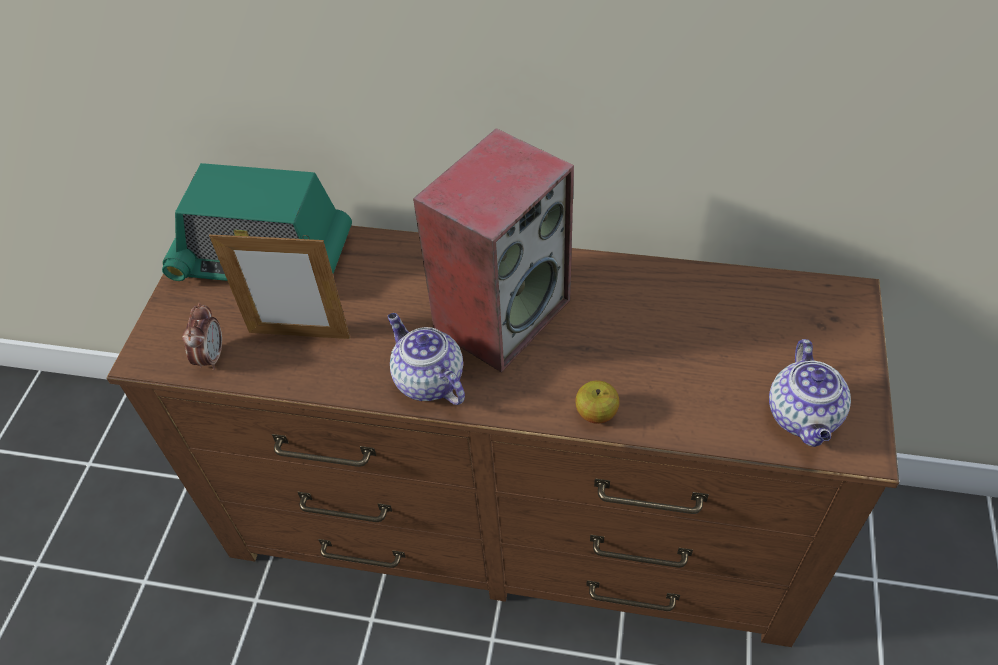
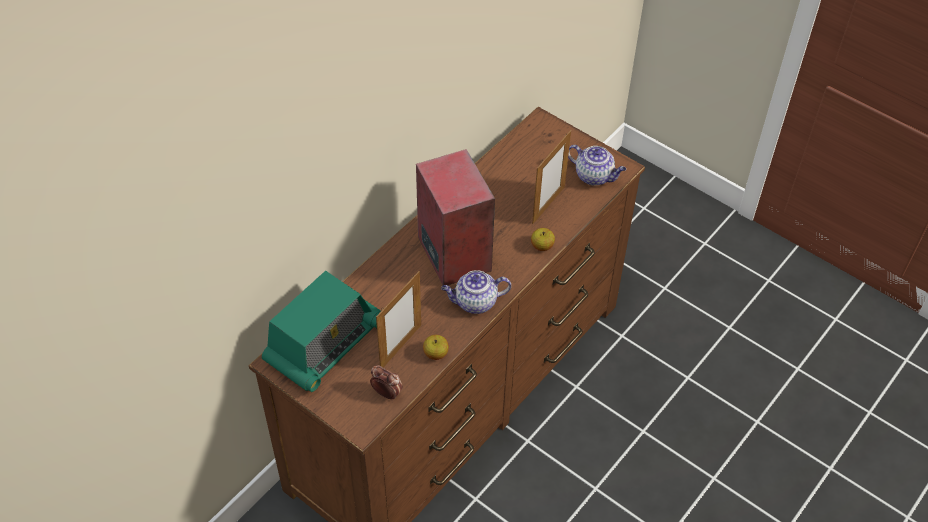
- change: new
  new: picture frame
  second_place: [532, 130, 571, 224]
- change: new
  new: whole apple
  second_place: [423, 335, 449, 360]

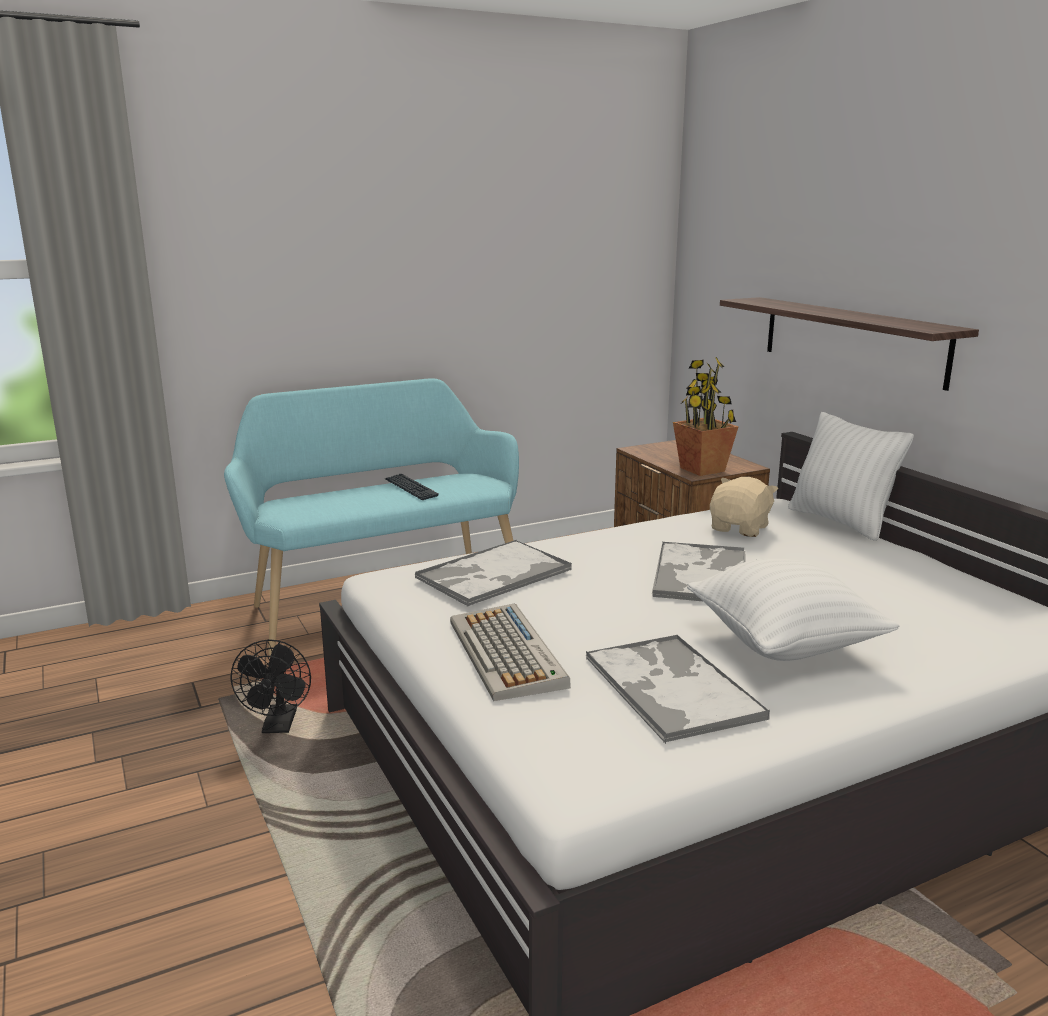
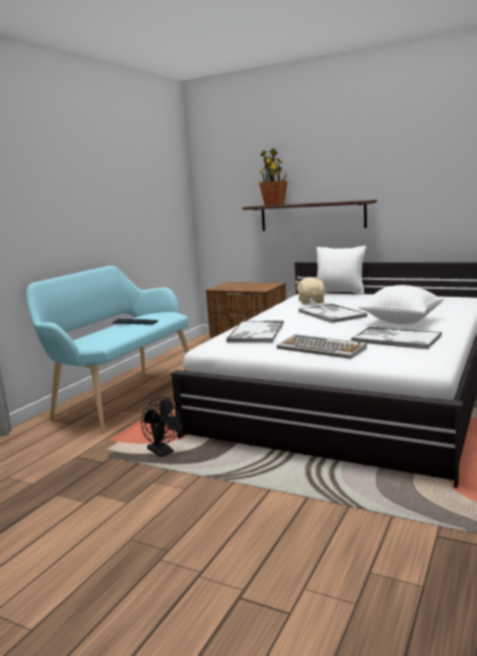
- change: shifted
  old: plant in a pot
  first_place: [673, 357, 739, 476]
  second_place: [259, 148, 288, 206]

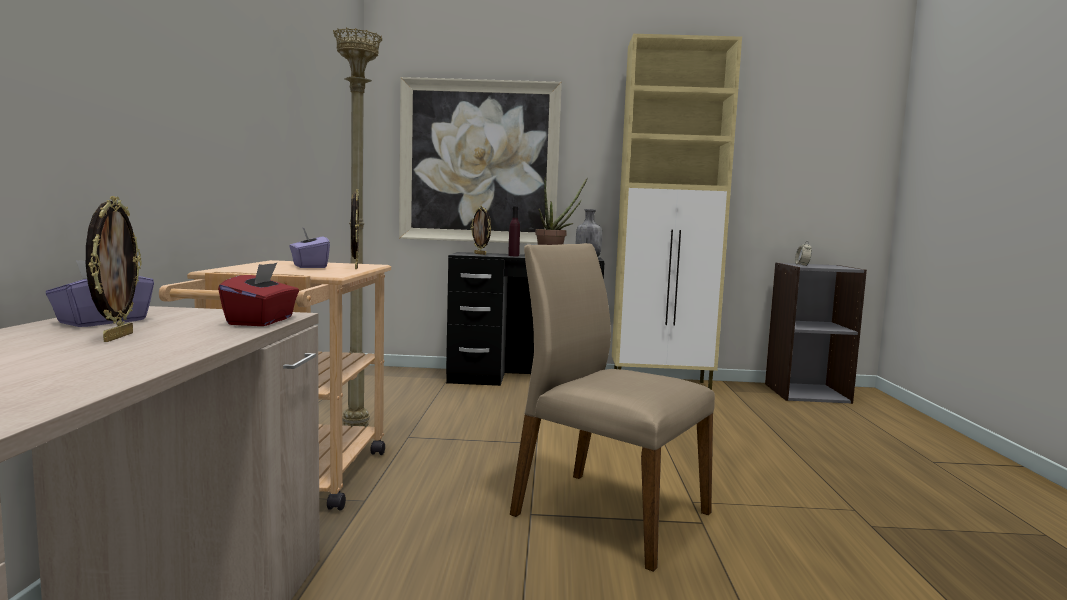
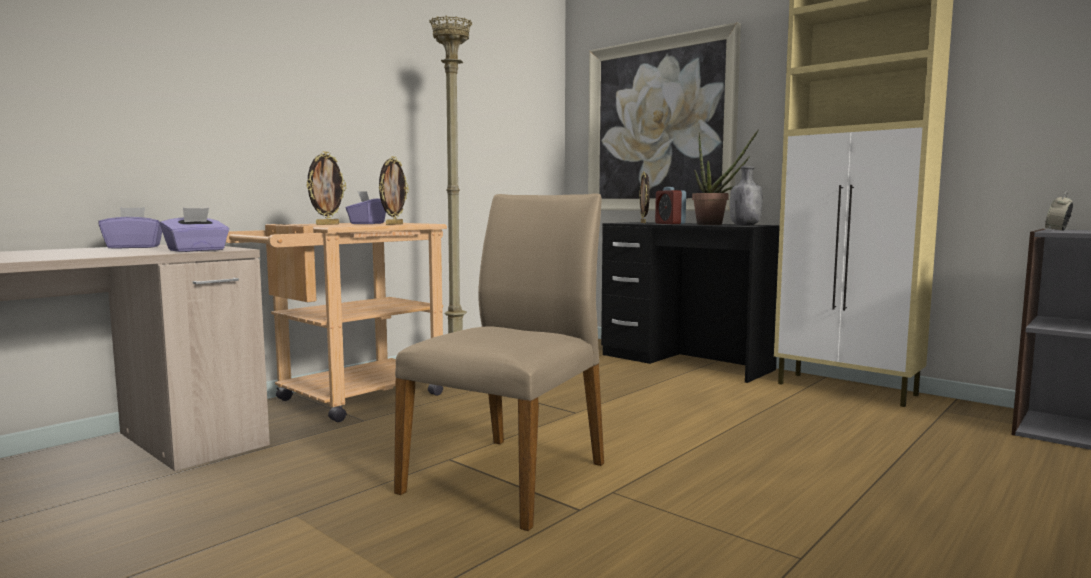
- change: shifted
  old: picture frame
  first_place: [86, 196, 142, 342]
  second_place: [306, 151, 346, 225]
- change: swapped
  old: beverage bottle/purplish
  new: bedside clock
  first_place: [508, 207, 520, 256]
  second_place: [655, 187, 686, 224]
- change: rotated
  old: plain chair/sand-coloured
  first_place: [510, 243, 715, 572]
  second_place: [394, 193, 604, 531]
  degrees: 45
- change: repainted
  old: tissue holder/red-coloured
  new: tissue holder/purplish
  first_place: [218, 263, 299, 326]
  second_place: [160, 208, 229, 252]

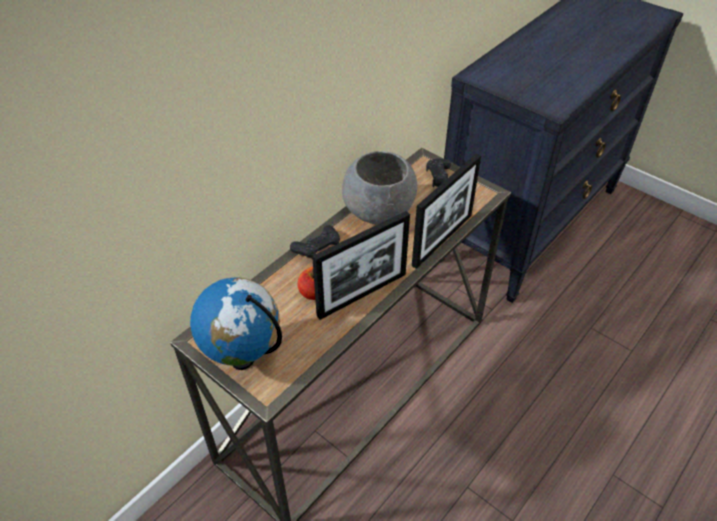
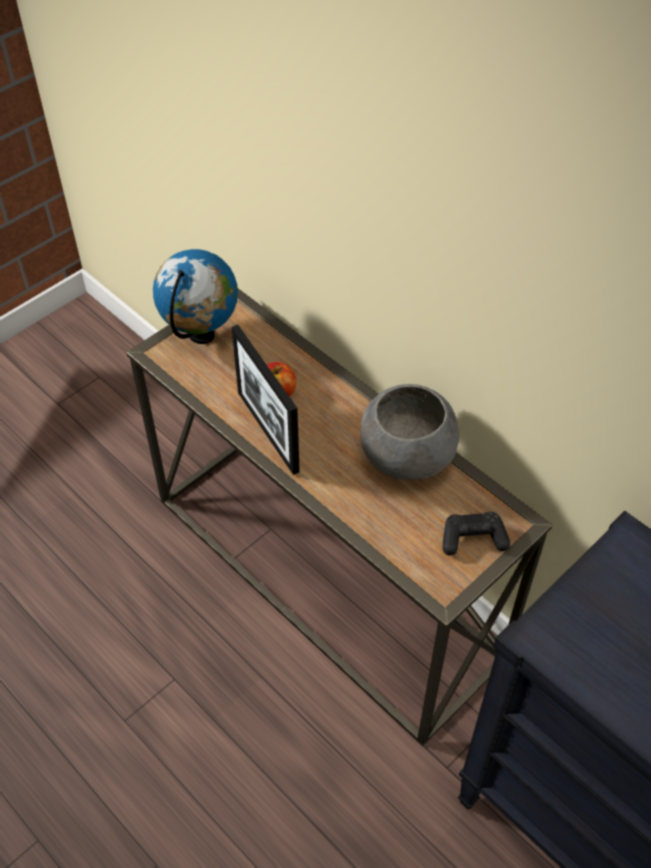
- change: gone
  old: picture frame
  first_place: [412, 153, 481, 269]
- change: gone
  old: gamepad/black-coloured
  first_place: [290, 225, 340, 258]

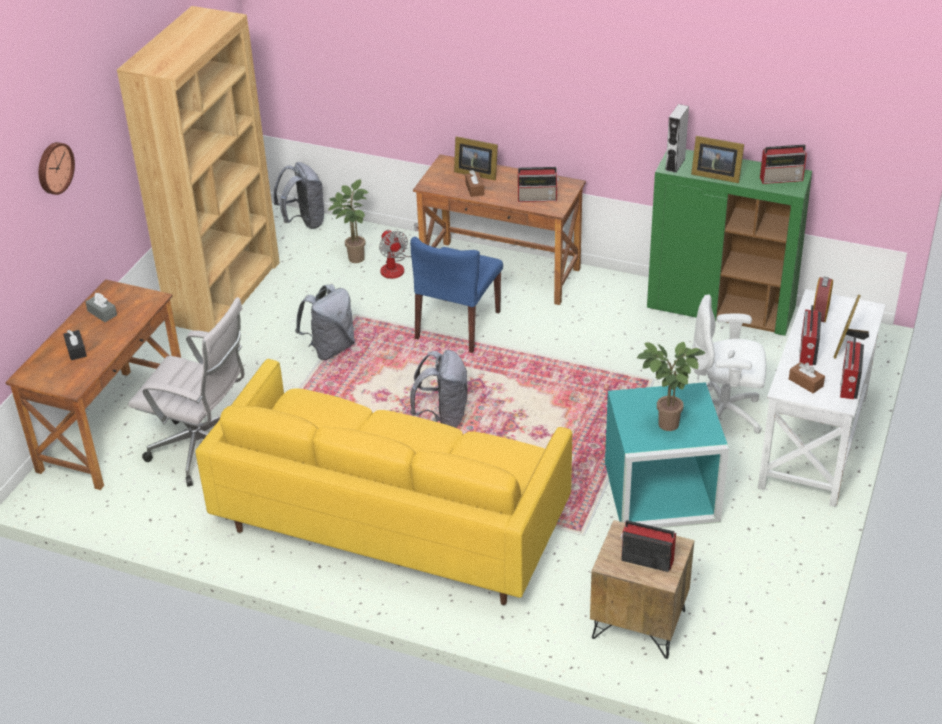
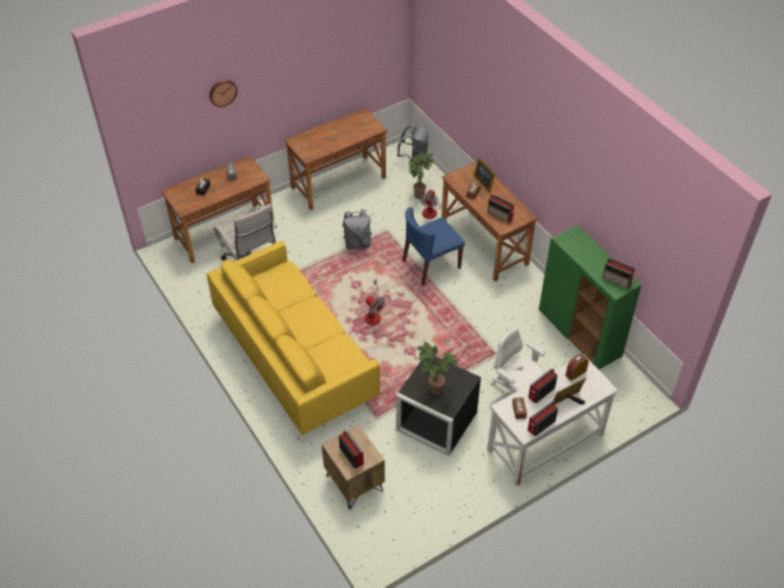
- change: swapped
  old: bookshelf/brown-coloured
  new: desk/brown-coloured
  first_place: [117, 6, 280, 332]
  second_place: [284, 108, 388, 211]
- change: gone
  old: speaker/gray
  first_place: [665, 104, 689, 173]
- change: gone
  old: picture frame
  first_place: [691, 136, 744, 183]
- change: swapped
  old: backpack/gray
  new: electric fan
  first_place: [410, 350, 468, 428]
  second_place: [364, 279, 385, 325]
- change: repainted
  old: storage bin/turquoise-coloured
  new: storage bin/black-coloured
  first_place: [605, 382, 729, 528]
  second_place: [396, 357, 481, 456]

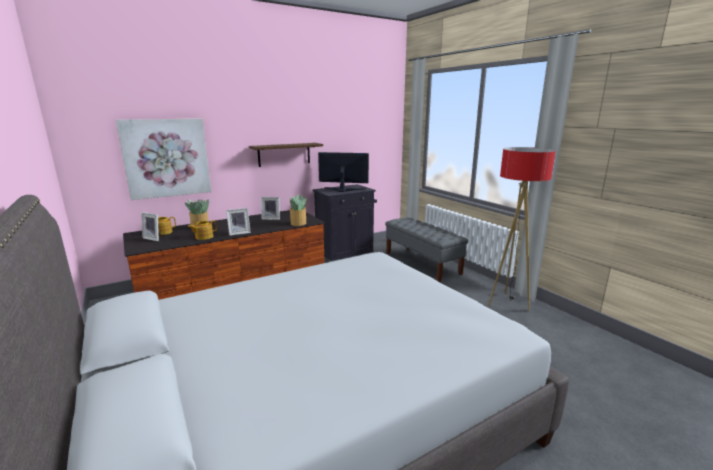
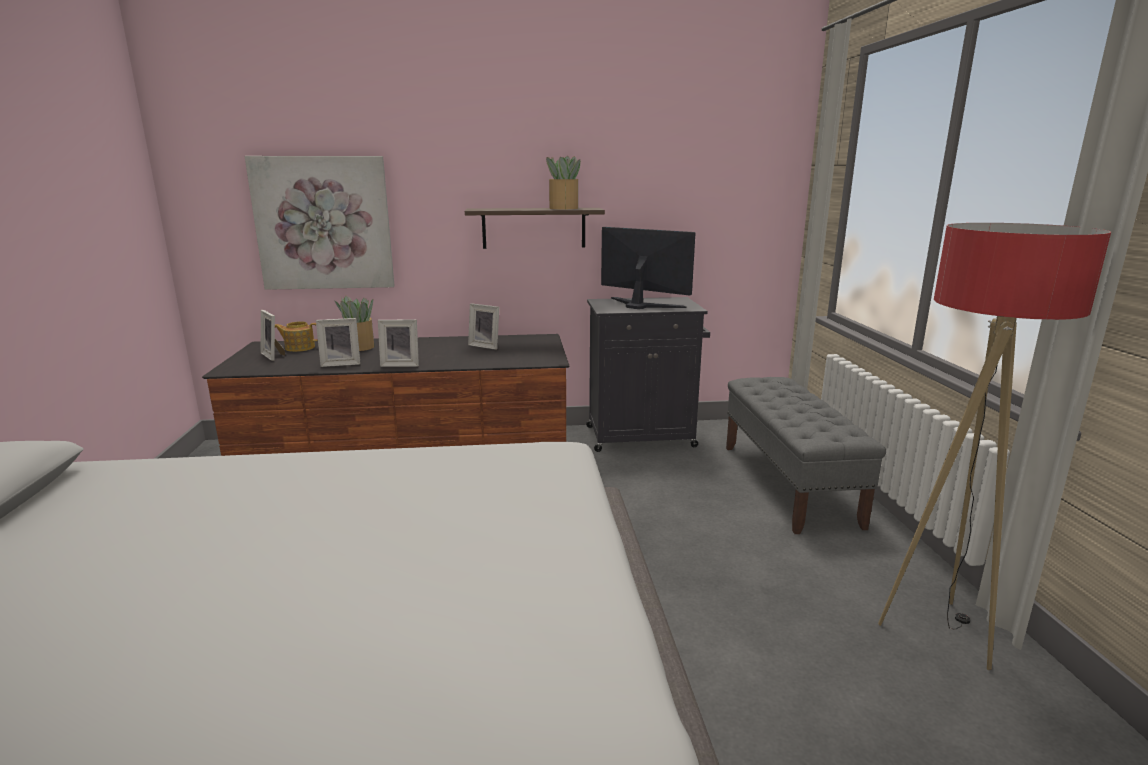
- change: shifted
  old: plant in a pot
  first_place: [290, 195, 307, 226]
  second_place: [546, 156, 580, 209]
- change: swapped
  old: tea pot
  new: picture frame
  first_place: [188, 220, 217, 240]
  second_place: [316, 318, 361, 367]

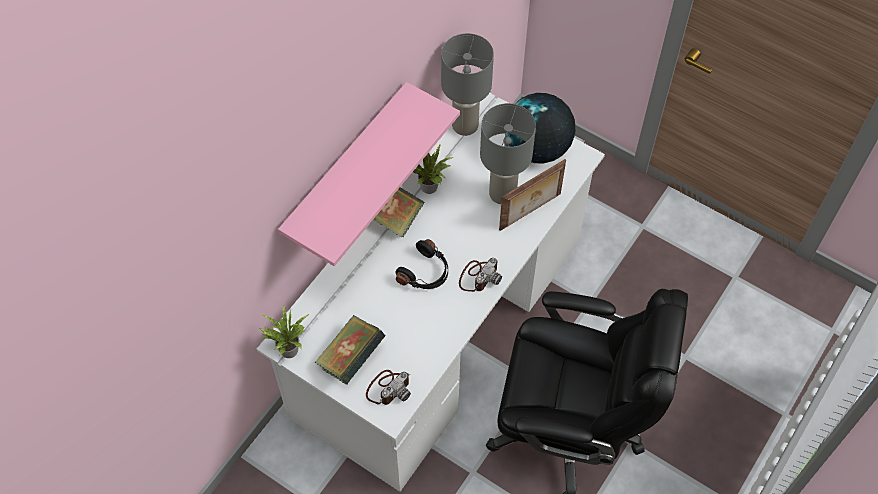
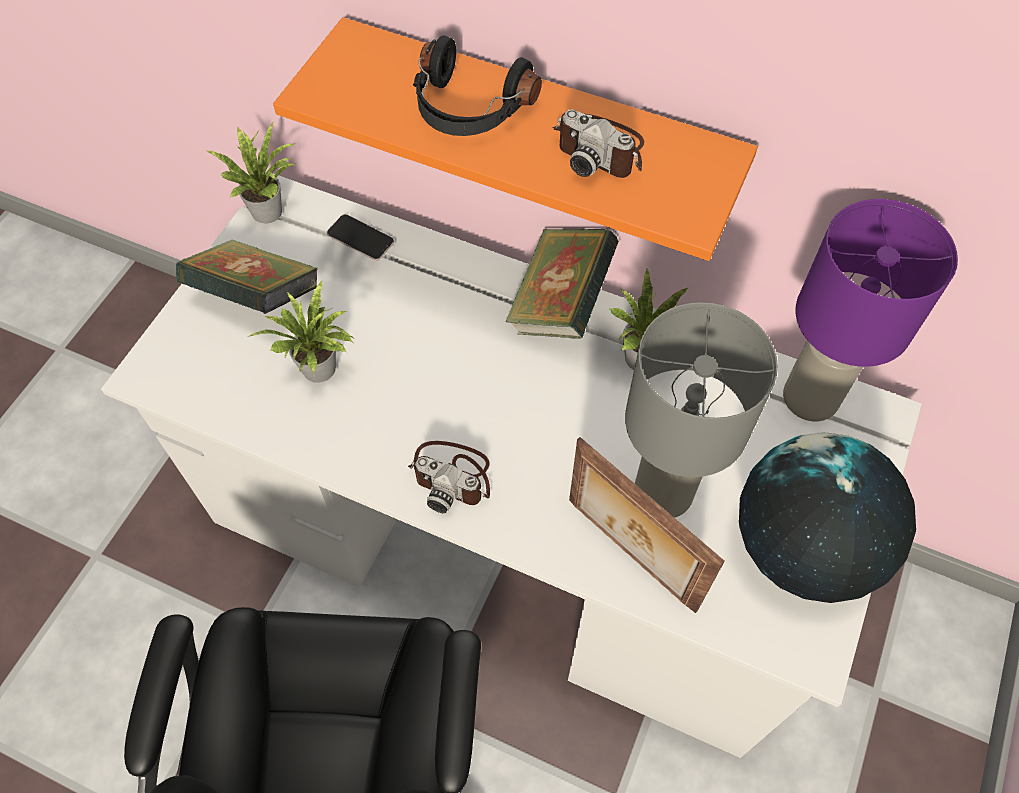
- change: repainted
  old: tabletop lamp/gray
  new: tabletop lamp/purplish
  first_place: [441, 33, 494, 136]
  second_place: [783, 199, 958, 421]
- change: repainted
  old: wall shelf/pinkish
  new: wall shelf/orange-coloured
  first_place: [278, 82, 460, 266]
  second_place: [273, 17, 758, 261]
- change: shifted
  old: headset/black-coloured
  first_place: [396, 239, 448, 289]
  second_place: [413, 35, 542, 136]
- change: shifted
  old: photo camera
  first_place: [366, 370, 411, 405]
  second_place: [553, 109, 644, 178]
- change: new
  new: phone
  second_place: [327, 214, 394, 261]
- change: new
  new: plant in a pot
  second_place: [248, 280, 355, 383]

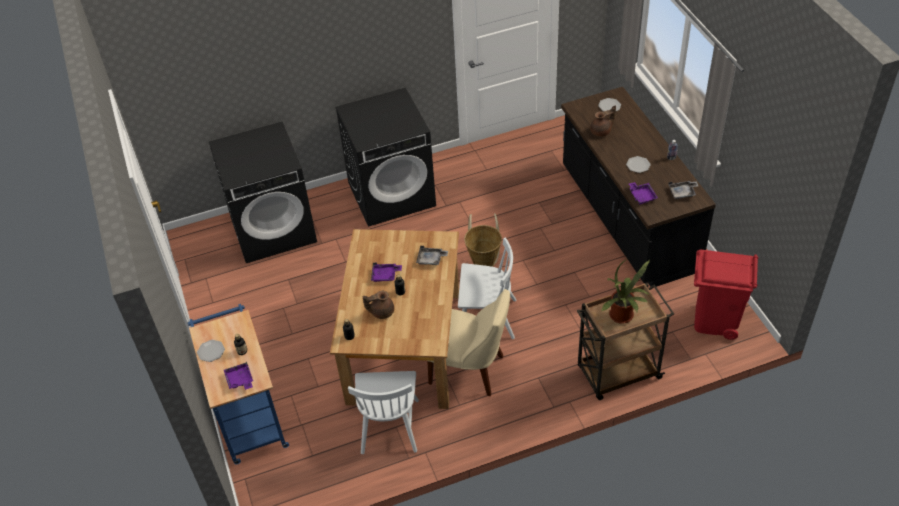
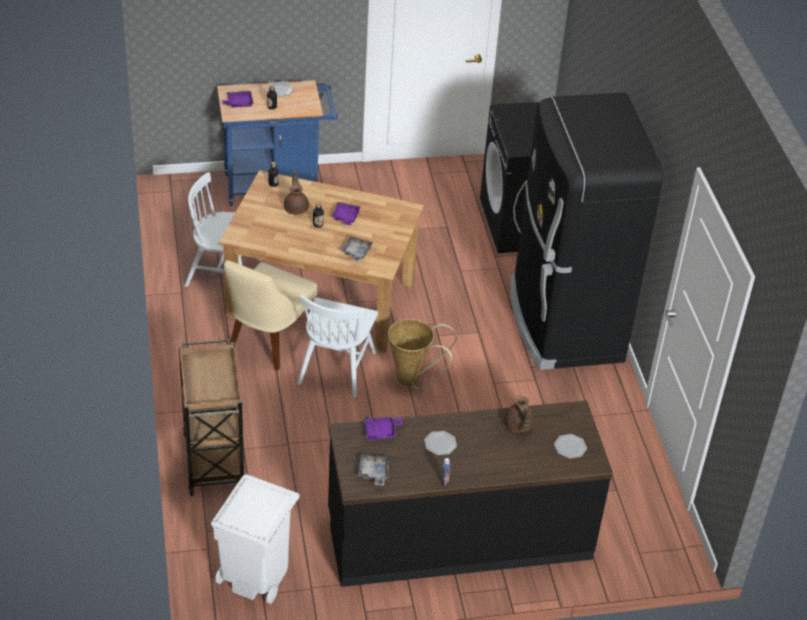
- change: swapped
  old: laundry appliance/black-coloured
  new: fridge/black-coloured
  first_place: [335, 88, 436, 227]
  second_place: [510, 93, 663, 370]
- change: repainted
  old: trash can/red-coloured
  new: trash can/white-coloured
  first_place: [694, 249, 758, 340]
  second_place: [211, 474, 299, 604]
- change: gone
  old: plant in a pot
  first_place: [601, 258, 650, 324]

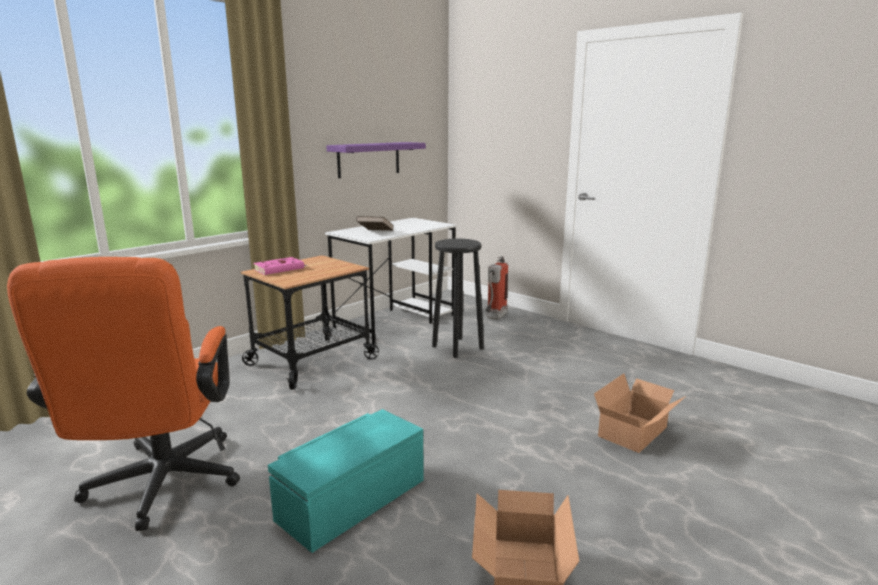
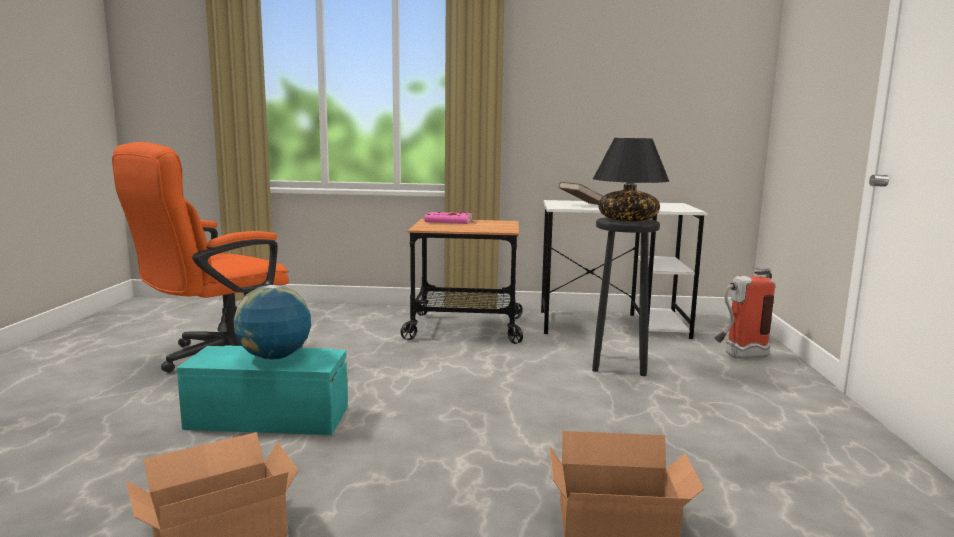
- change: gone
  old: wall shelf/purplish
  first_place: [326, 142, 426, 178]
- change: new
  new: tabletop lamp/black-coloured
  second_place: [593, 138, 669, 221]
- change: new
  new: desk globe
  second_place: [234, 285, 311, 360]

